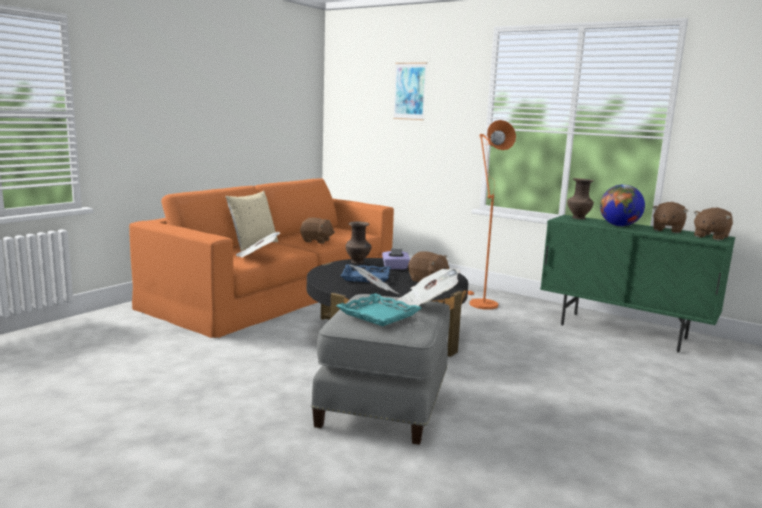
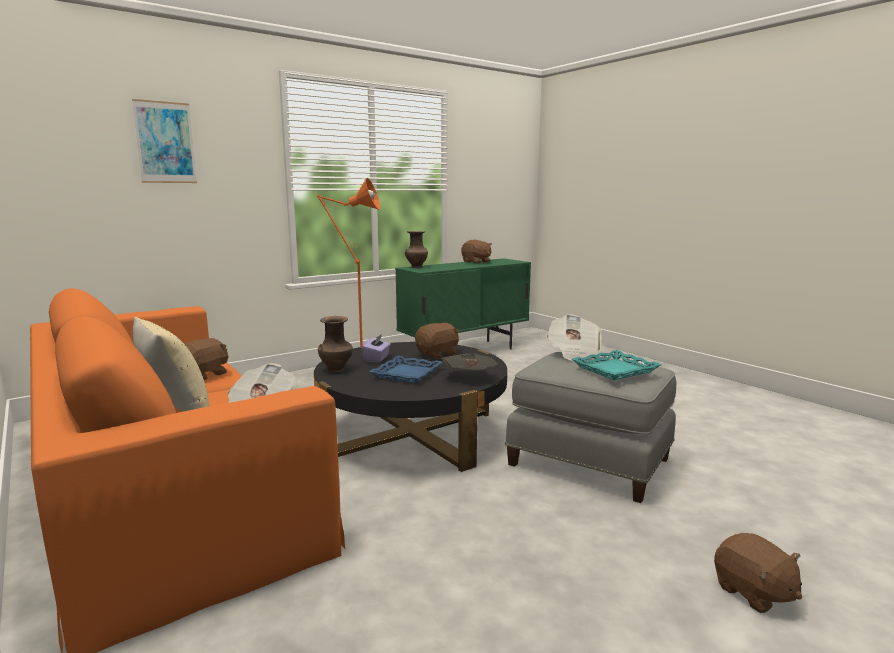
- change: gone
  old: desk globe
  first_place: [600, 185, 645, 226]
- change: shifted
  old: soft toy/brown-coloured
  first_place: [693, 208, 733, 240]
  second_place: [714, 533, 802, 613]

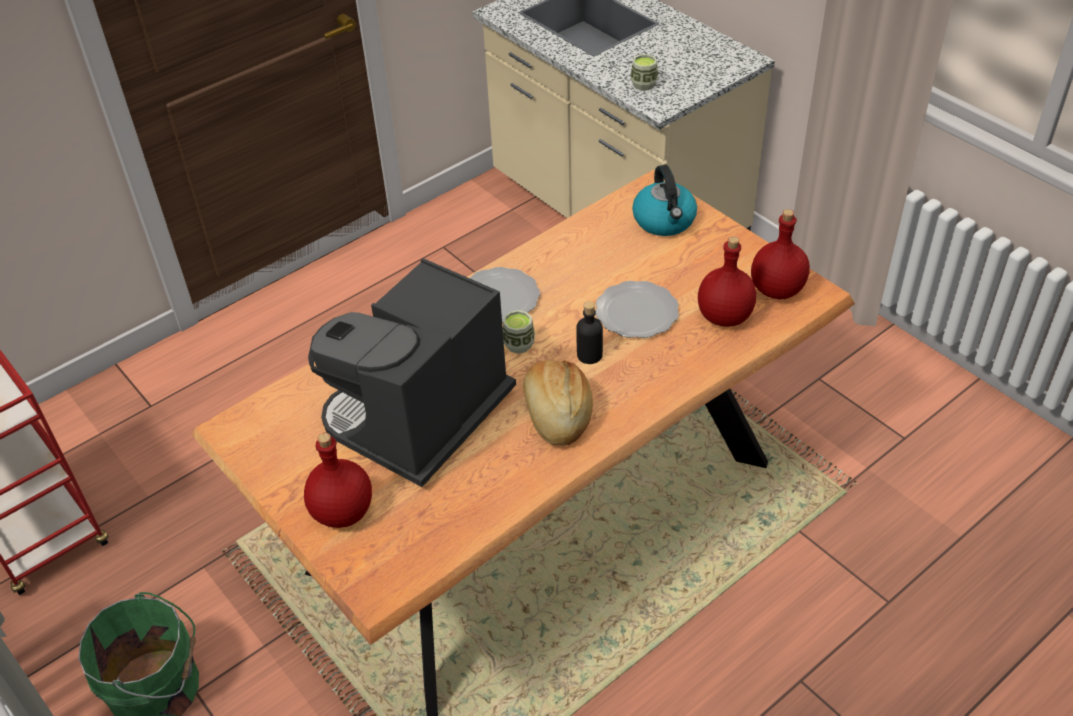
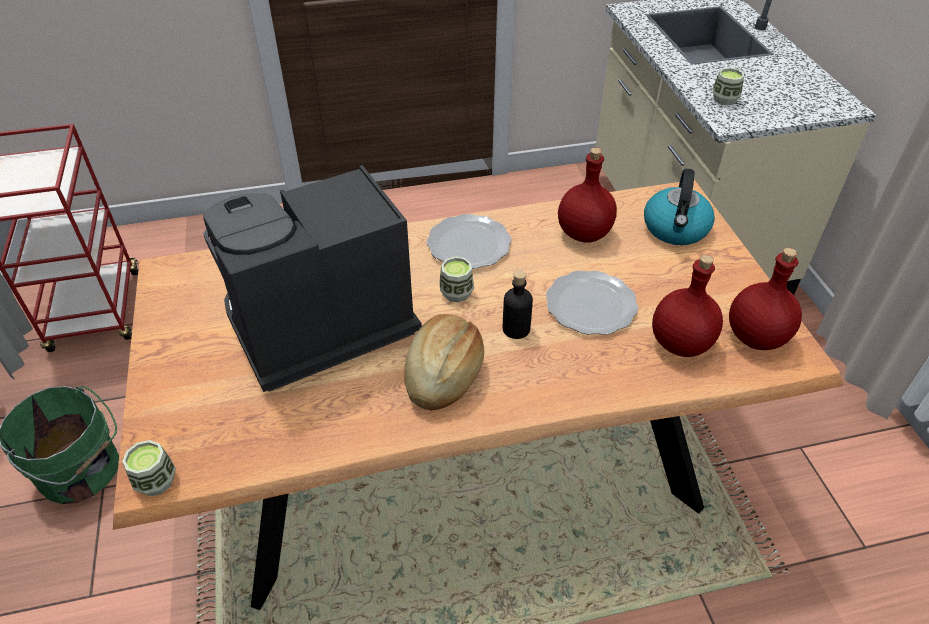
- change: shifted
  old: beverage bottle/red-coloured
  first_place: [304, 433, 372, 528]
  second_place: [558, 148, 617, 243]
- change: new
  new: cup
  second_place: [122, 440, 176, 496]

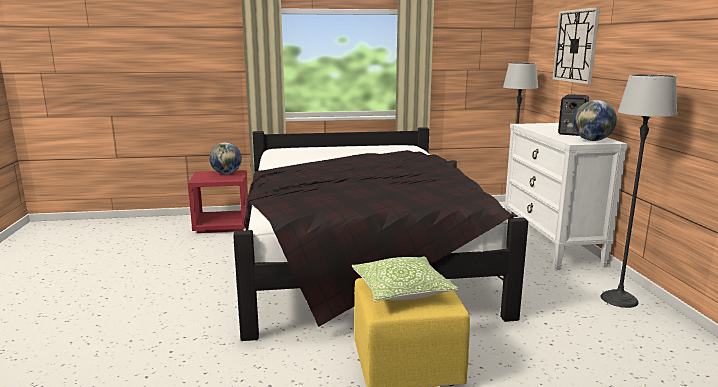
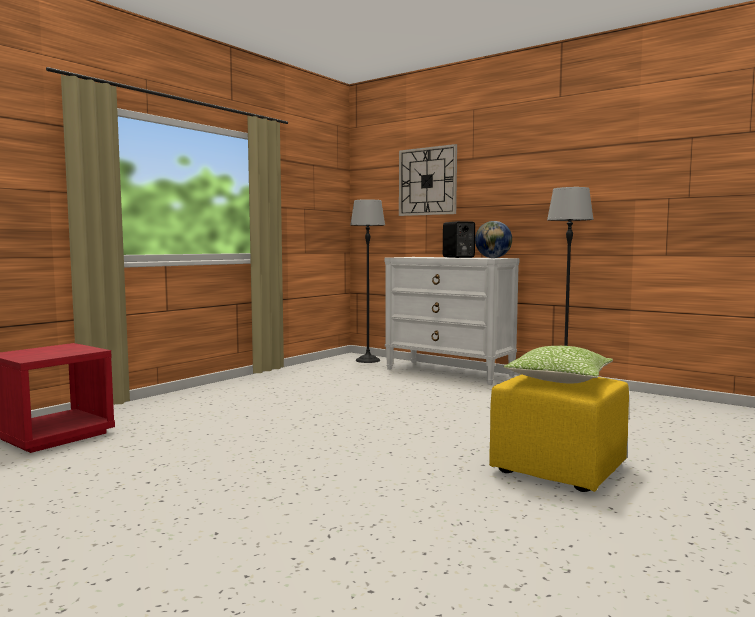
- change: gone
  old: bed/black-coloured
  first_place: [233, 127, 528, 341]
- change: gone
  old: desk globe
  first_place: [209, 143, 242, 174]

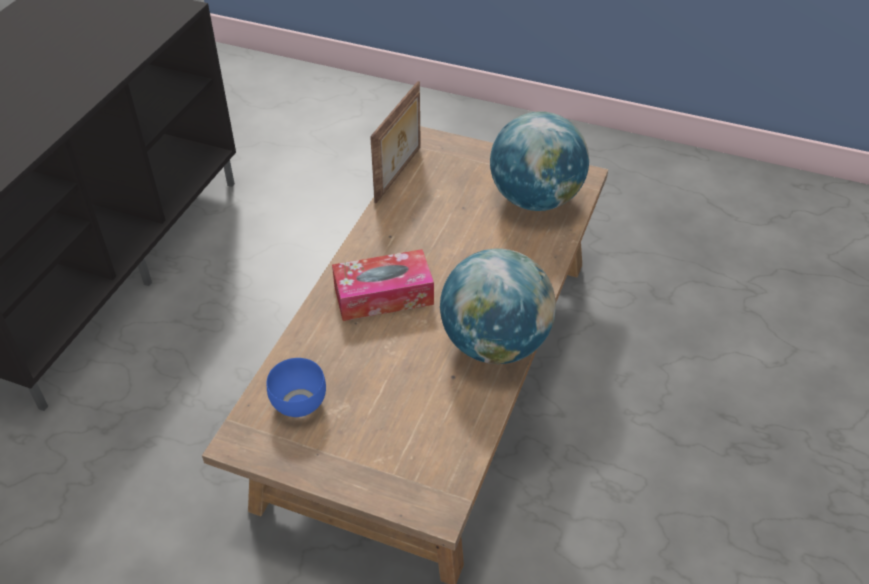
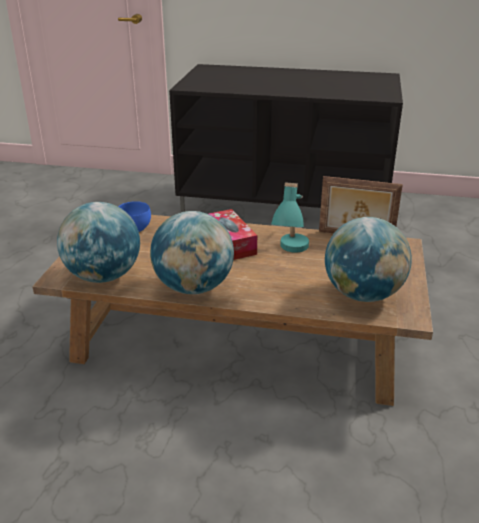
- change: new
  new: tabletop lamp/turquoise-coloured
  second_place: [271, 183, 309, 253]
- change: new
  new: desk globe
  second_place: [57, 202, 140, 283]

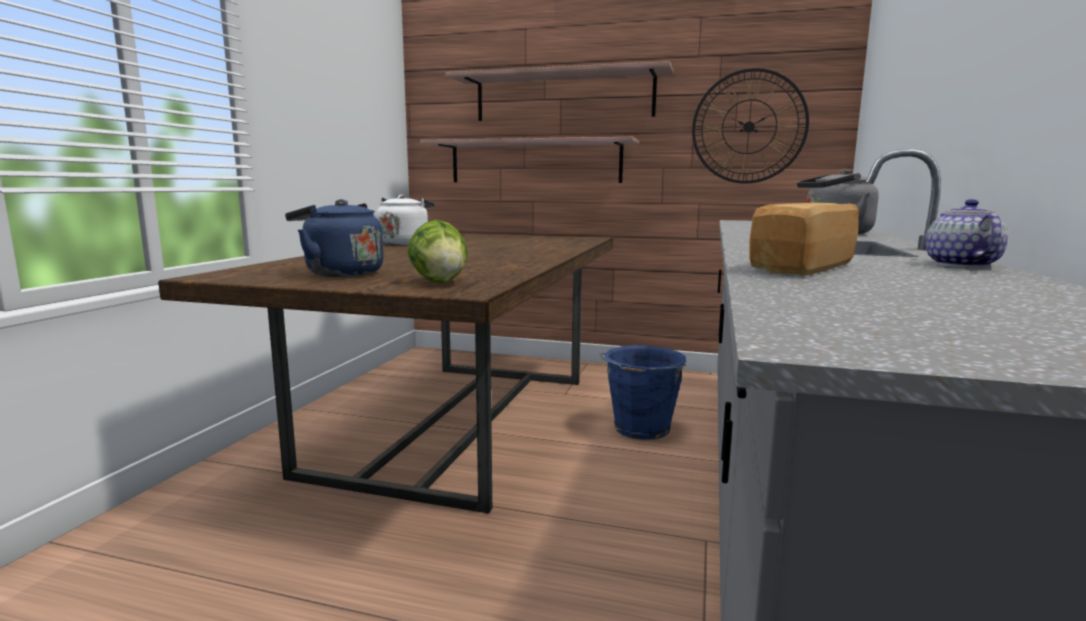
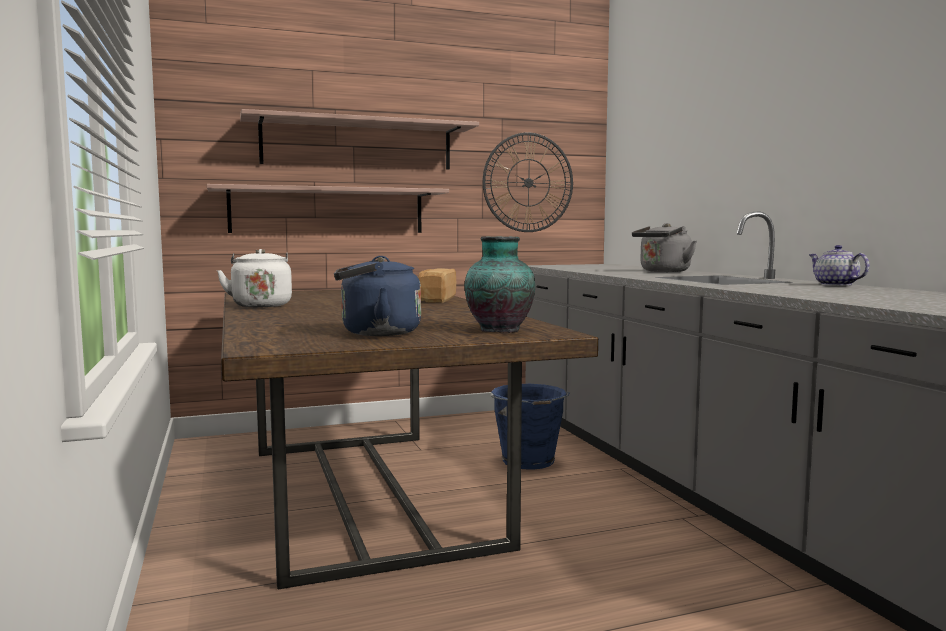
- change: shifted
  old: bakery bread
  first_place: [749, 203, 859, 276]
  second_place: [418, 269, 456, 303]
- change: swapped
  old: head of lettuce
  new: vase
  first_place: [407, 220, 468, 283]
  second_place: [465, 236, 535, 333]

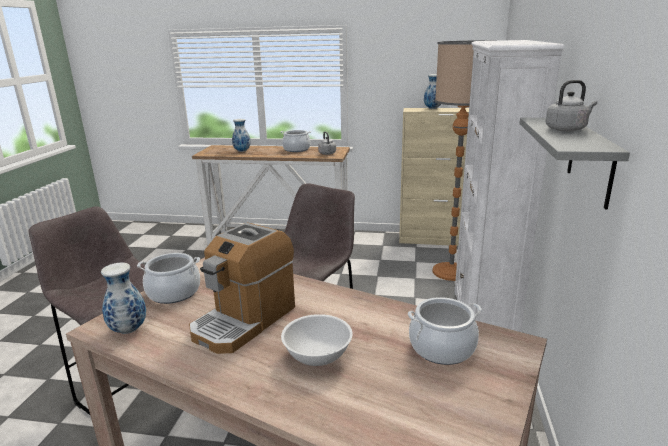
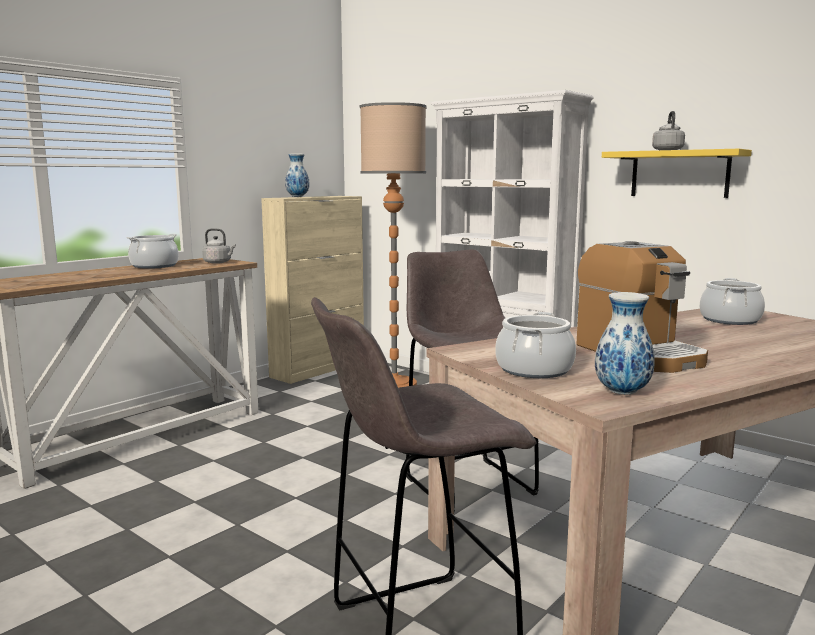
- change: repainted
  old: wall shelf/gray
  new: wall shelf/yellowish
  first_place: [519, 118, 630, 210]
  second_place: [602, 149, 752, 198]
- change: gone
  old: vase
  first_place: [232, 119, 251, 152]
- change: gone
  old: serving bowl/white-coloured
  first_place: [281, 314, 353, 366]

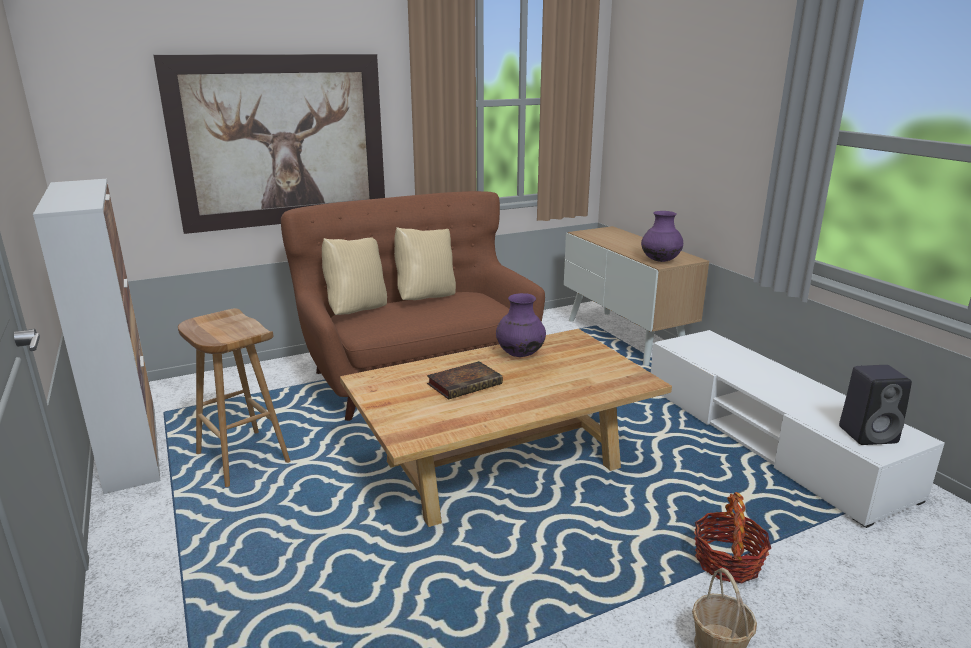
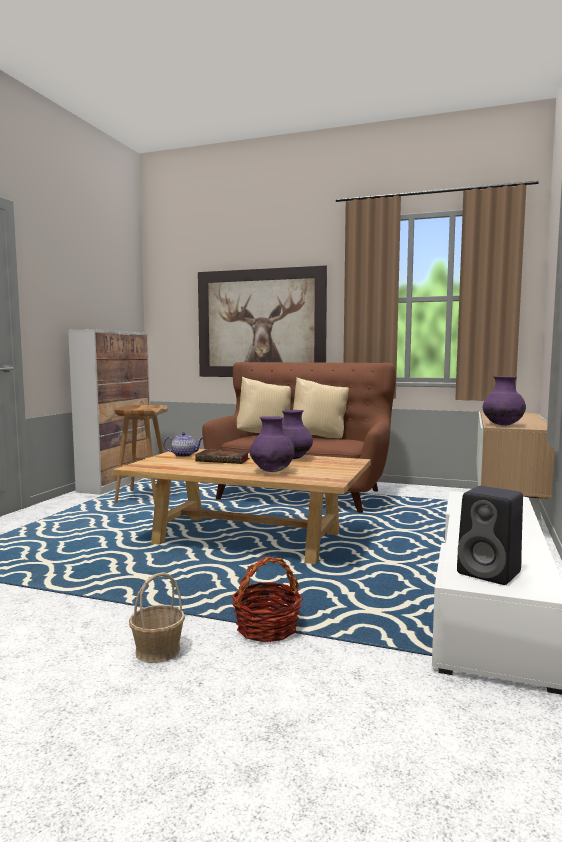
- change: new
  new: vase/purplish
  second_place: [250, 417, 295, 472]
- change: new
  new: tea pot
  second_place: [163, 432, 203, 457]

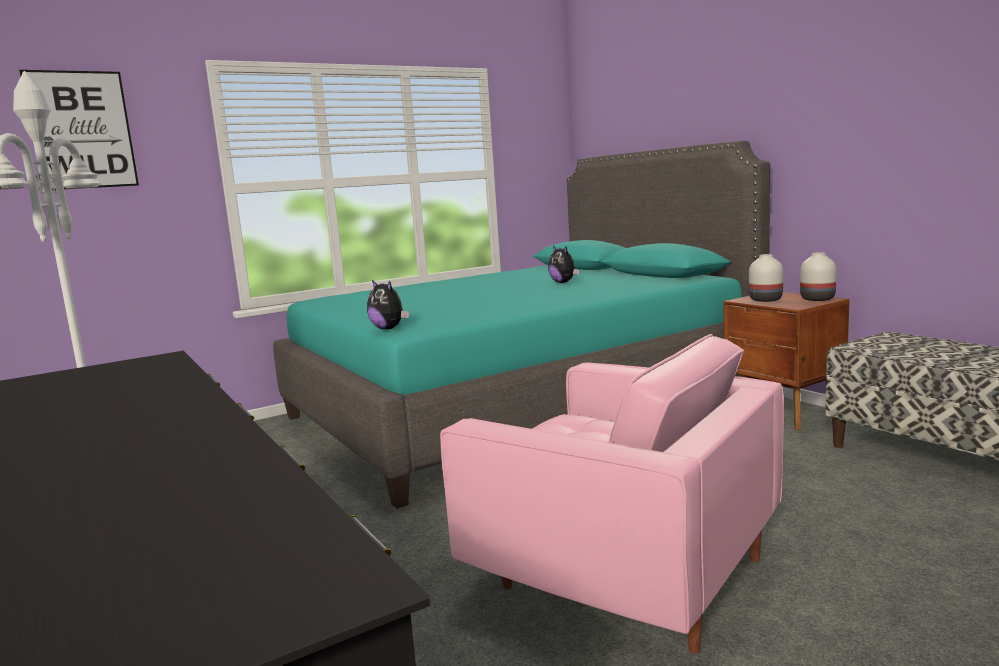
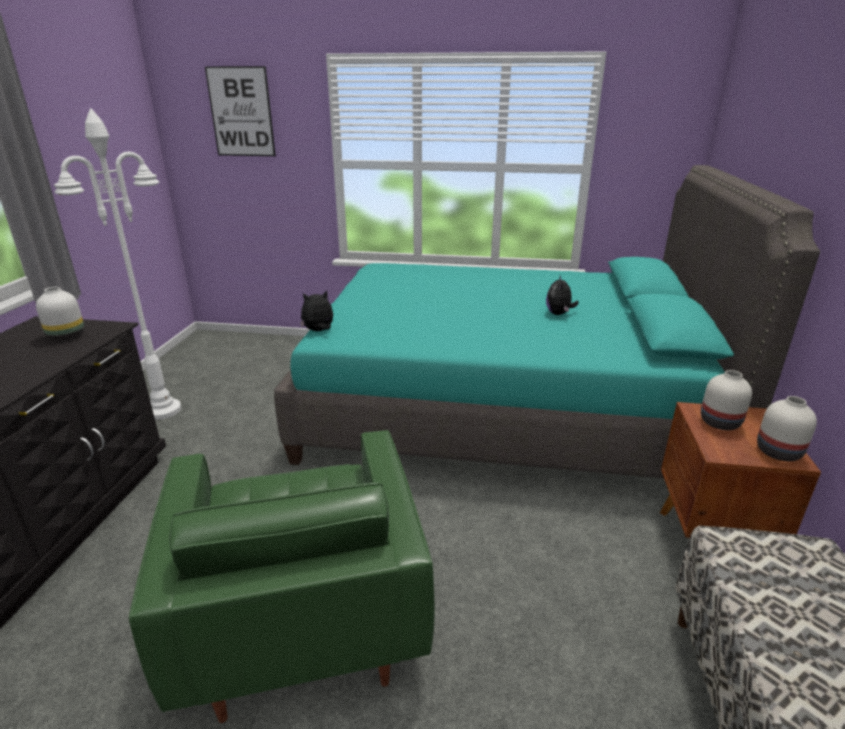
- change: rotated
  old: soft toy
  first_place: [367, 280, 409, 330]
  second_place: [300, 291, 333, 331]
  degrees: 75
- change: repainted
  old: armchair/pinkish
  new: armchair/greenish
  first_place: [440, 334, 784, 654]
  second_place: [129, 430, 435, 723]
- change: new
  new: vase/white-coloured
  second_place: [36, 287, 84, 340]

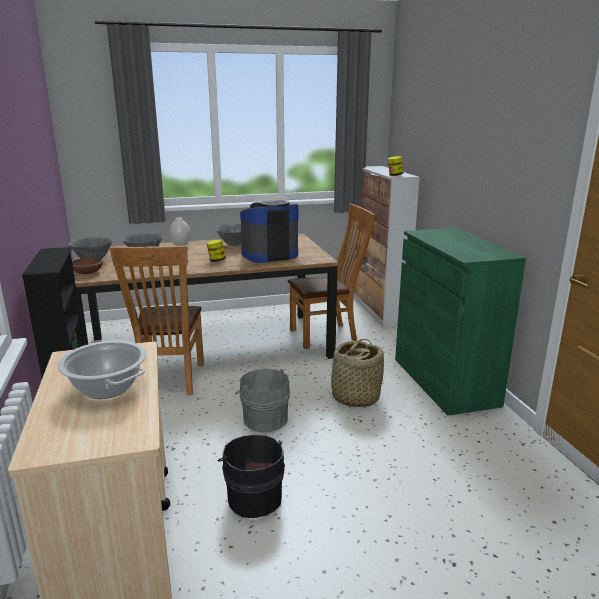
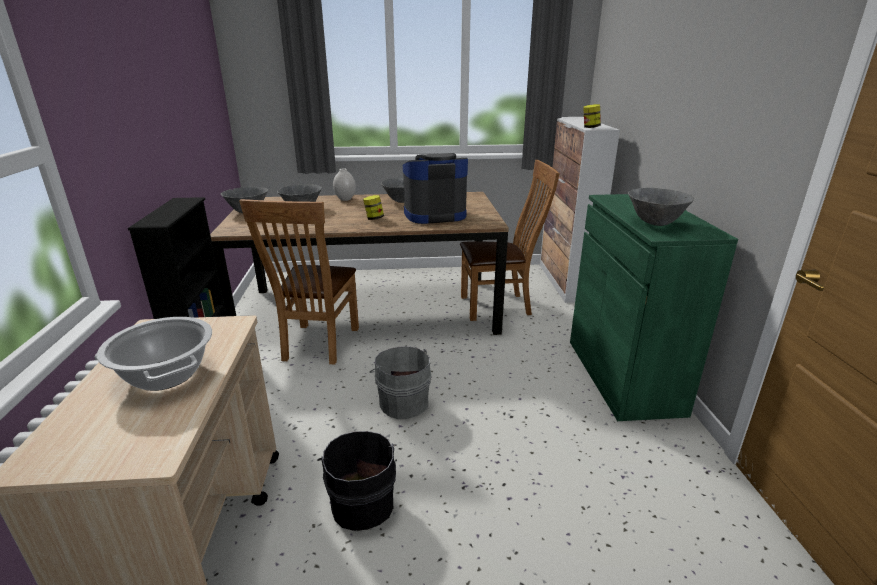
- change: gone
  old: serving bowl/brown-coloured
  first_place: [72, 258, 103, 274]
- change: gone
  old: household basket
  first_place: [329, 339, 384, 407]
- change: new
  new: serving bowl/gray
  second_place: [628, 188, 694, 226]

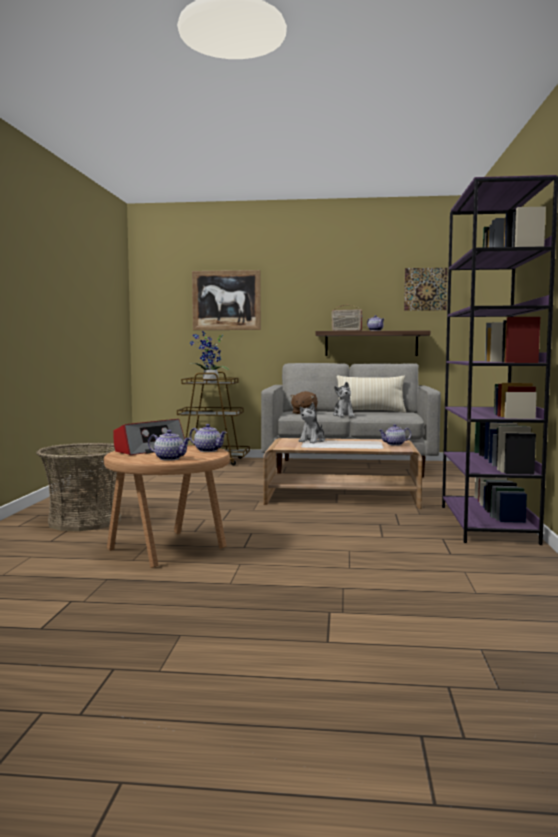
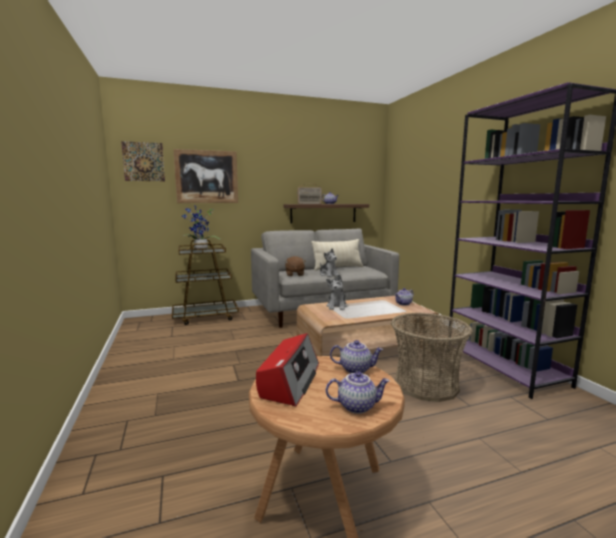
- change: shifted
  old: picture
  first_place: [404, 268, 448, 311]
  second_place: [121, 141, 165, 181]
- change: shifted
  old: household basket
  first_place: [36, 443, 121, 531]
  second_place: [391, 313, 473, 402]

